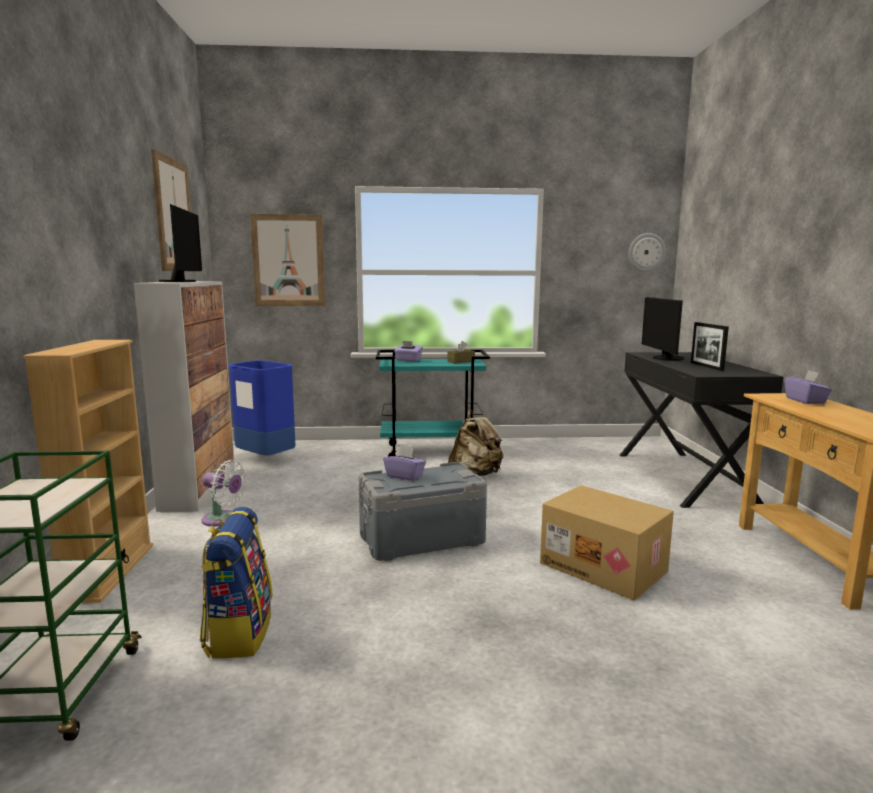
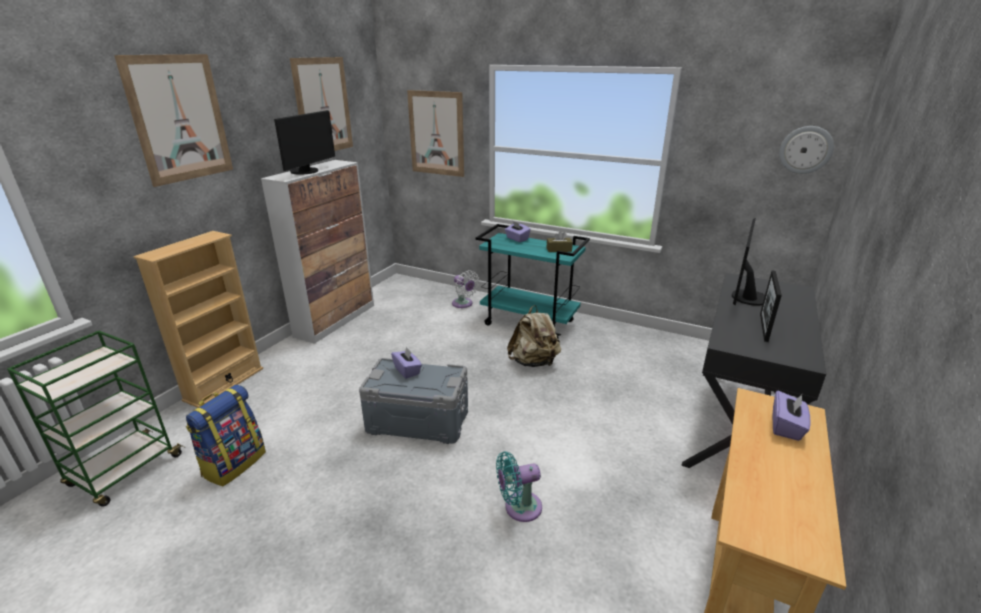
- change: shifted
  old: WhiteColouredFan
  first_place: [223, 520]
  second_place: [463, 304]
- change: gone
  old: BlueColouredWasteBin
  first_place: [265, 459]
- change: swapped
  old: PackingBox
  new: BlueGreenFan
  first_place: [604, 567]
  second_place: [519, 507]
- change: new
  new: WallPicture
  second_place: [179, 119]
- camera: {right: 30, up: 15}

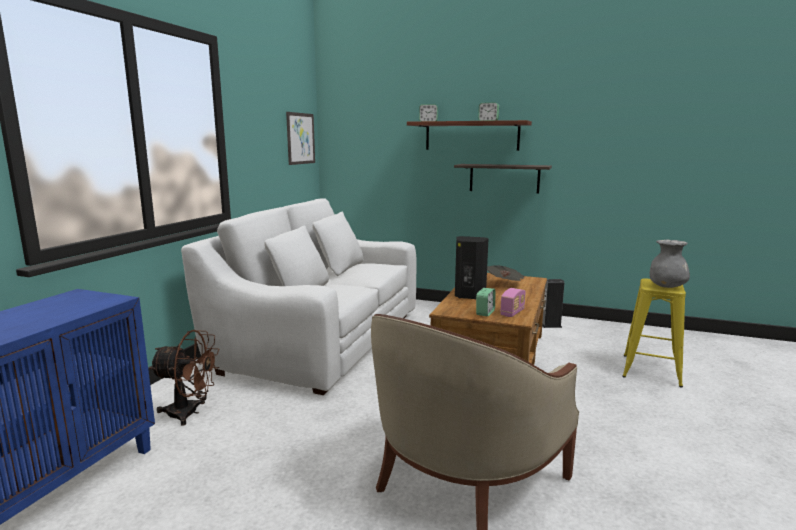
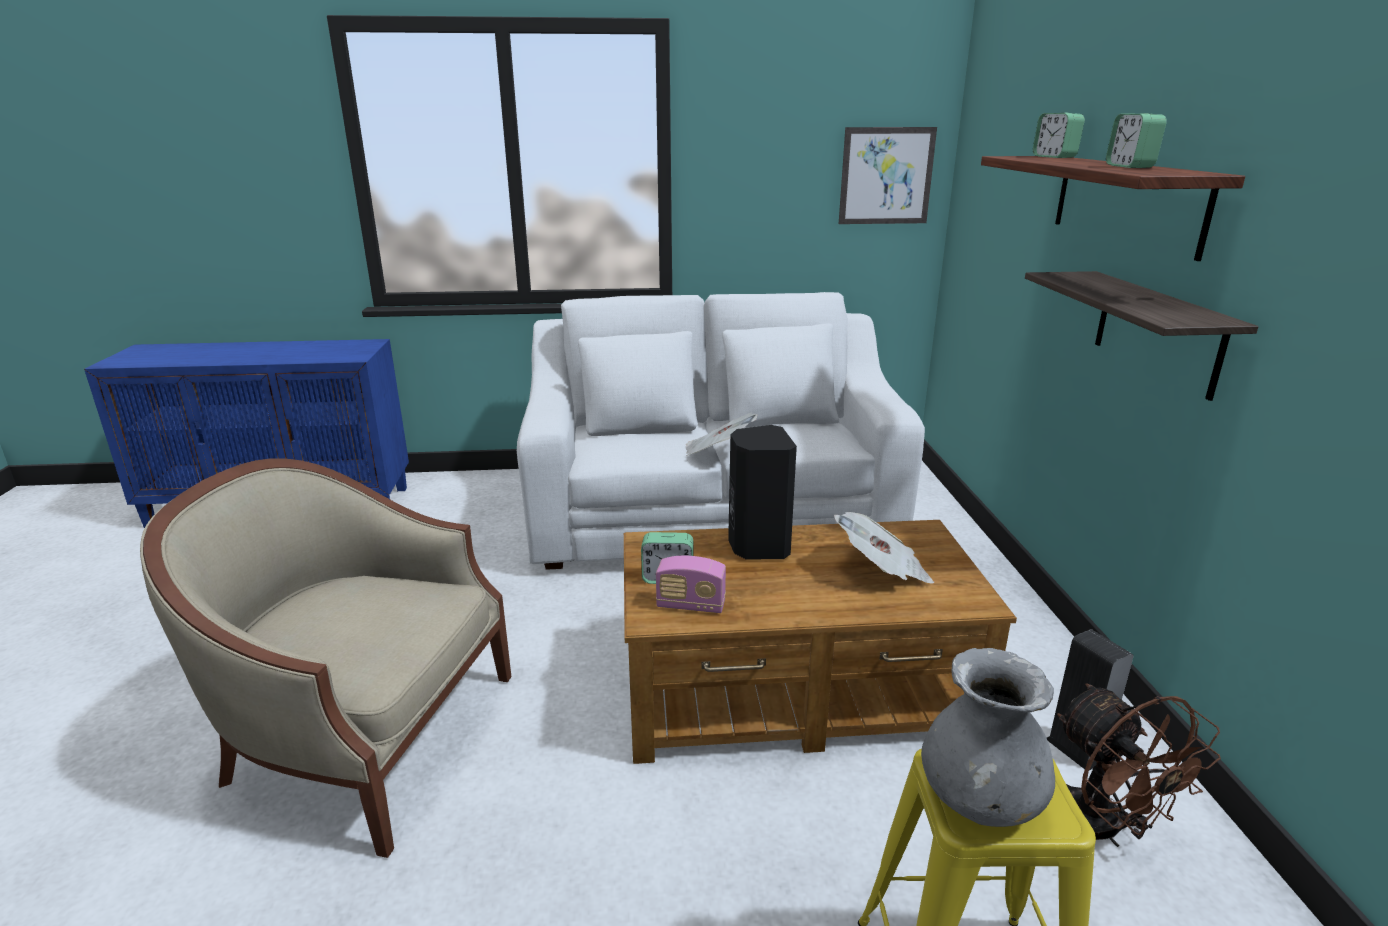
- change: shifted
  old: BrownColouredFan
  first_place: [190, 413]
  second_place: [1103, 833]
- change: new
  new: DailyPaper
  second_place: [717, 452]
- camera: {right: 65, up: 10}

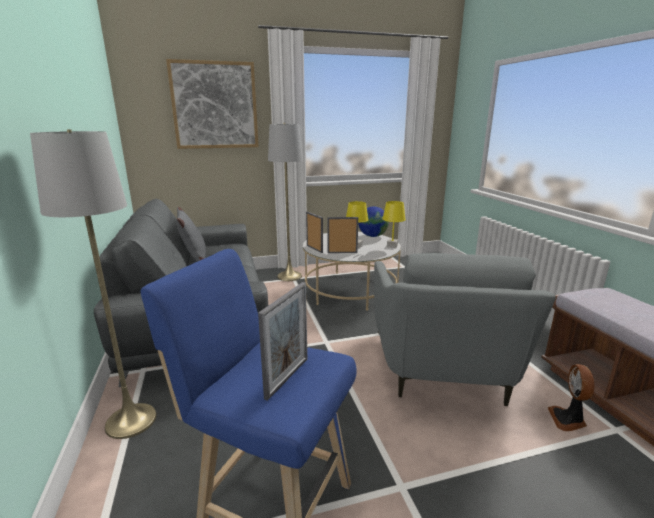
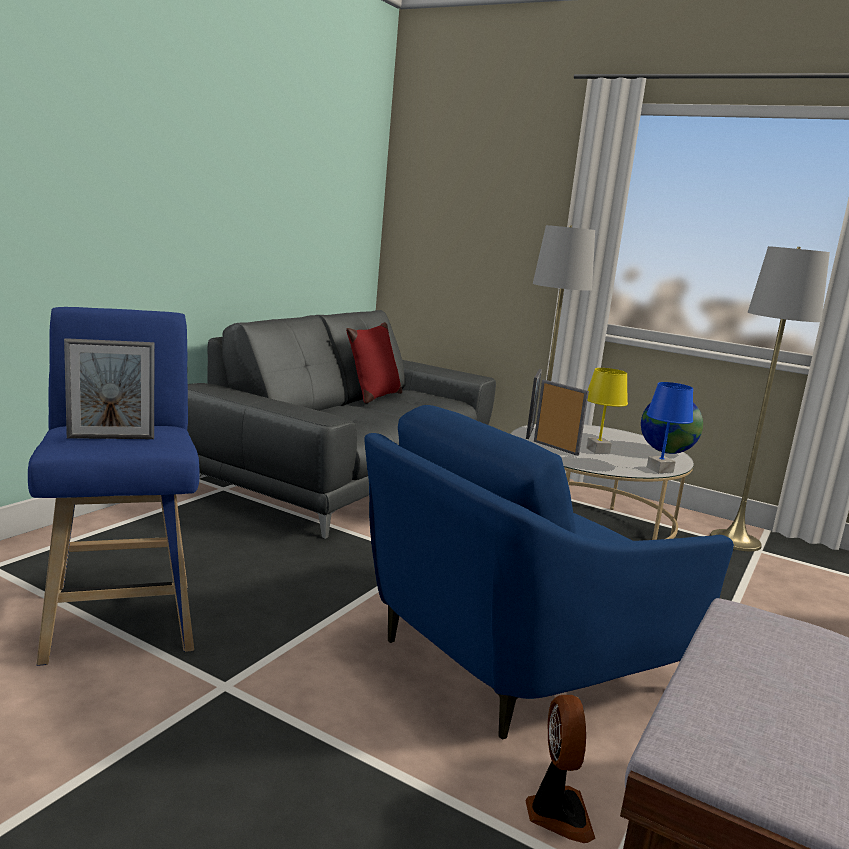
- change: shifted
  old: GrayStandingLamp
  first_place: [131, 420]
  second_place: [735, 541]
- change: gone
  old: WallPicture
  first_place: [215, 105]
- change: repainted
  old: GrayPillow
  new: ReddishPillow
  first_place: [194, 259]
  second_place: [373, 396]
- change: repainted
  old: GrayArmchair
  new: BlueColouredArmchair
  first_place: [443, 368]
  second_place: [512, 659]
- change: repainted
  old: YellowTableLamp
  new: BlueColouredTableLamp
  first_place: [392, 246]
  second_place: [660, 470]
- change: rotated
  old: Fan
  first_place: [568, 419]
  second_place: [557, 813]
  degrees: 120
- camera: {right: 45, up: -5}

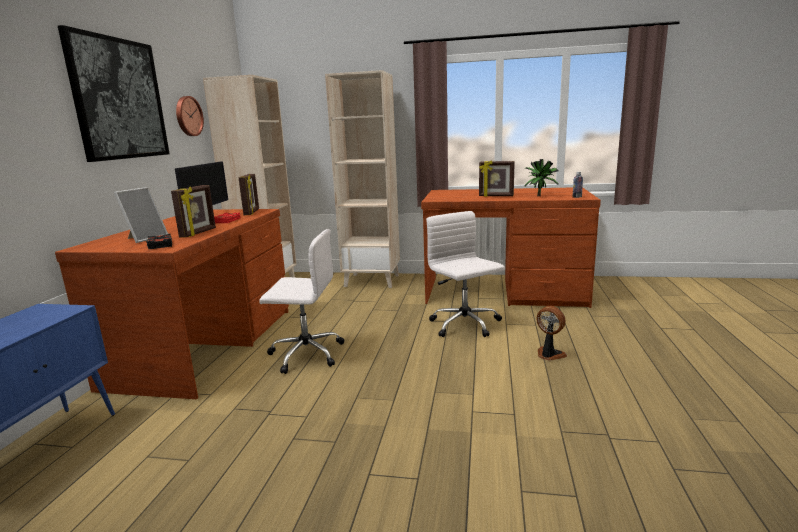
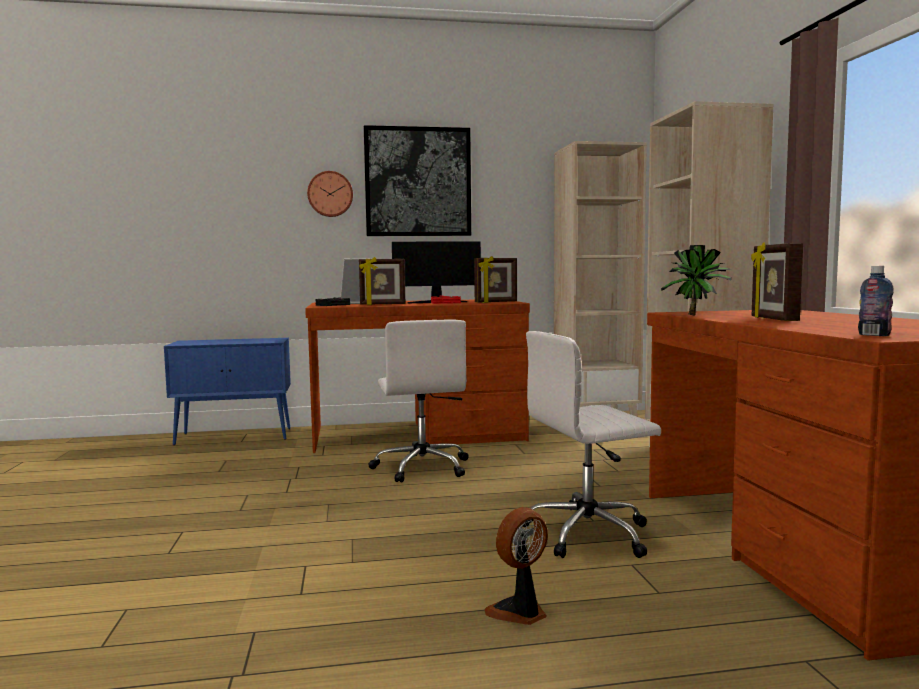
- change: shifted
  old: WallClock
  first_place: [188, 116]
  second_place: [330, 194]
- change: rotated
  old: WhiteColouredOfficeChair
  first_place: [465, 325]
  second_place: [589, 533]
  degrees: -150
- change: shifted
  old: PottedPlant
  first_place: [540, 196]
  second_place: [697, 315]
- change: rotated
  old: Fan
  first_place: [549, 355]
  second_place: [520, 612]
  degrees: -150
- camera: {right: 70, up: -10}

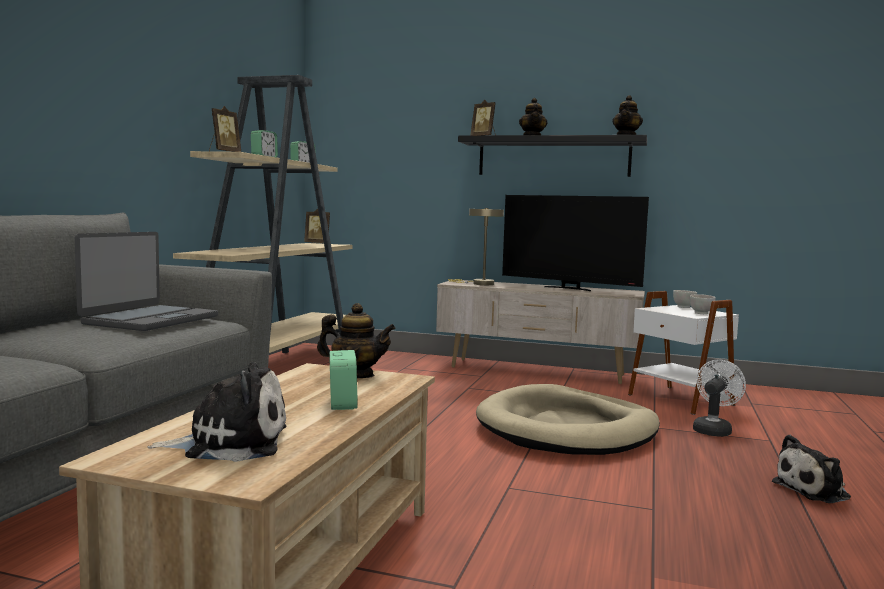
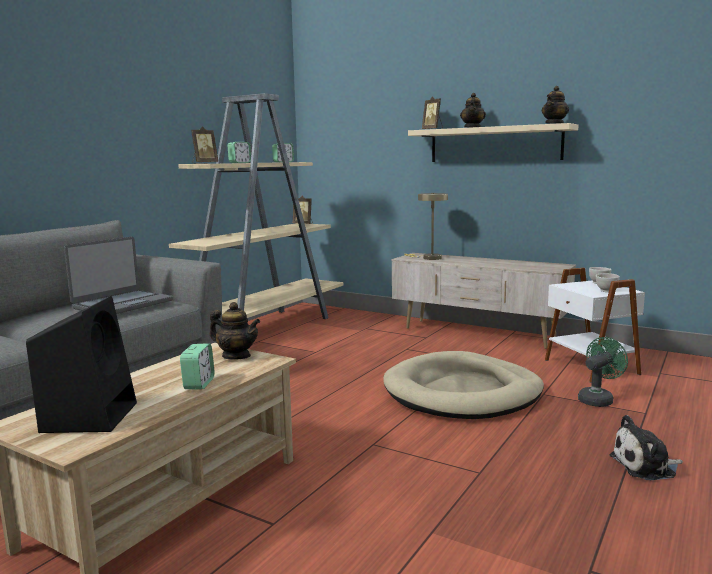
- change: swapped
  old: SoftToy
  new: BlackColouredSpeaker
  first_place: [230, 443]
  second_place: [90, 416]
- change: repainted
  old: BlackColouredWallShelf
  new: SandColouredWallShelf
  first_place: [553, 157]
  second_place: [494, 144]
- change: gone
  old: TvSet
  first_place: [569, 288]
- change: repainted
  old: WhiteColouredFan
  new: GreenishFan
  first_place: [713, 429]
  second_place: [598, 399]
- camera: {right: 15, up: 5}

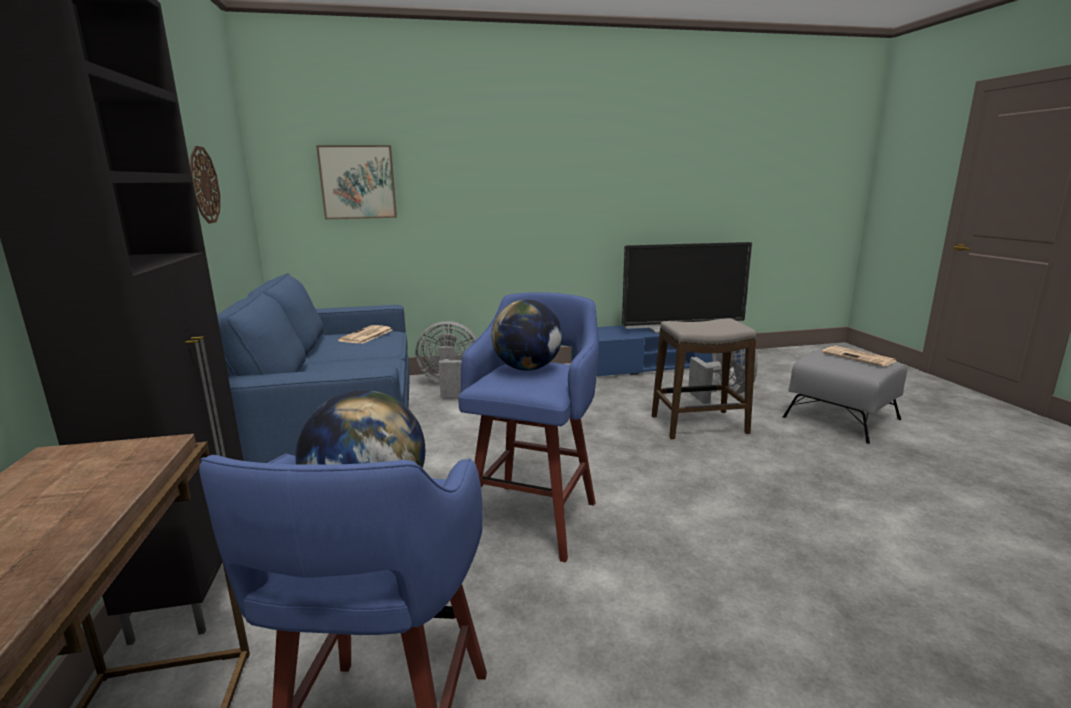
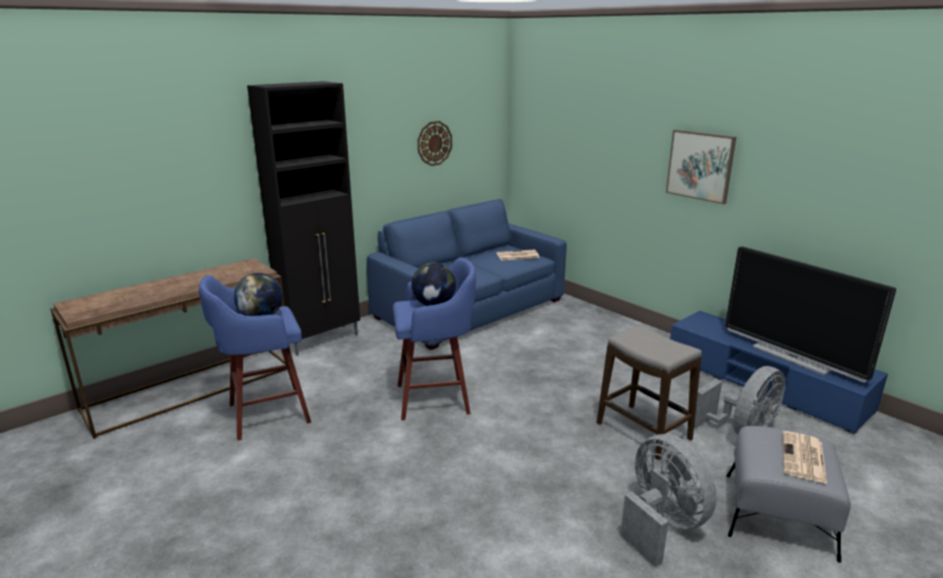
- change: shifted
  old: WallPicture
  first_place: [358, 182]
  second_place: [700, 165]
- change: shifted
  old: GrayFan
  first_place: [451, 386]
  second_place: [661, 524]
- camera: {right: 60, up: 5}

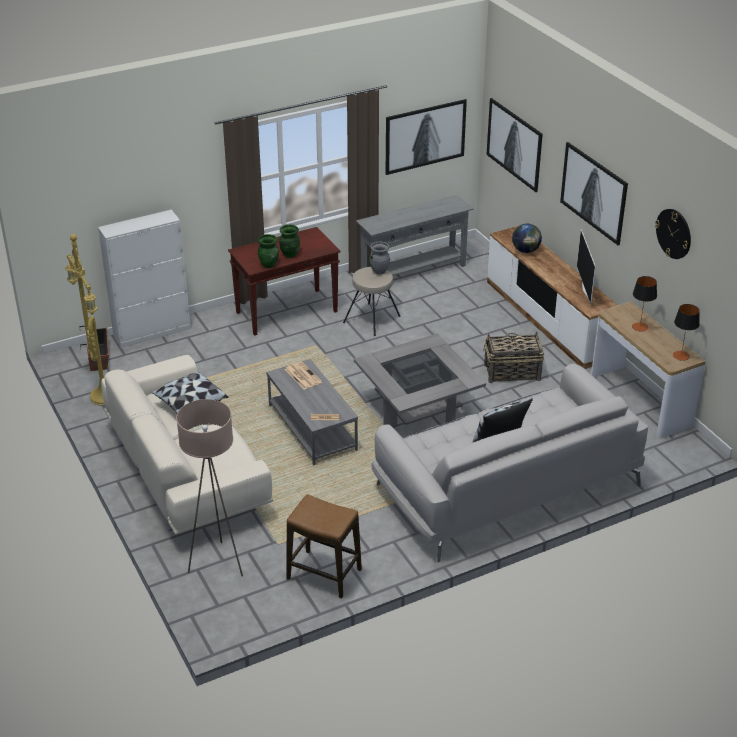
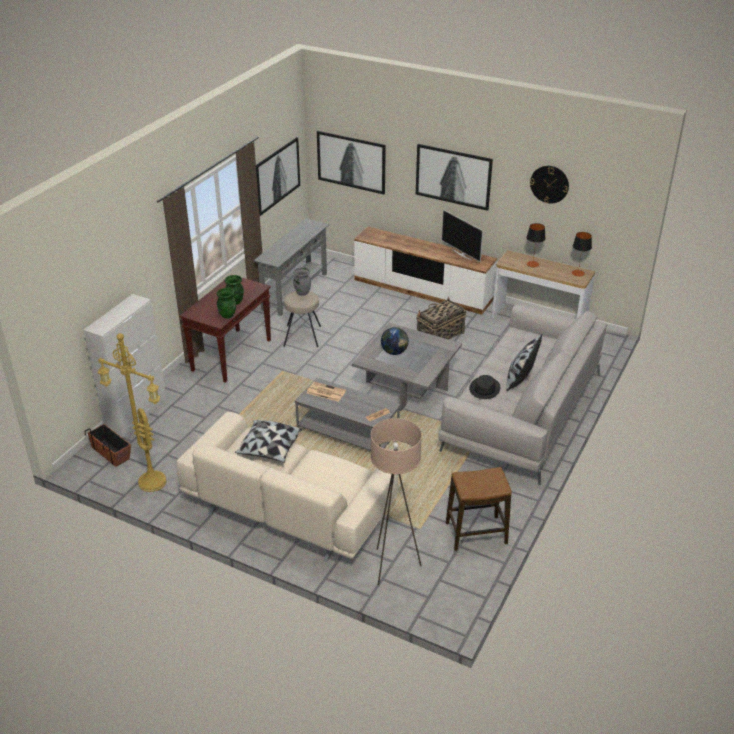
- change: shifted
  old: DeskGlobe
  first_place: [526, 250]
  second_place: [394, 352]
- change: new
  new: BlackColouredClothingHat
  second_place: [484, 389]
- camera: {right: -35, up: 0}

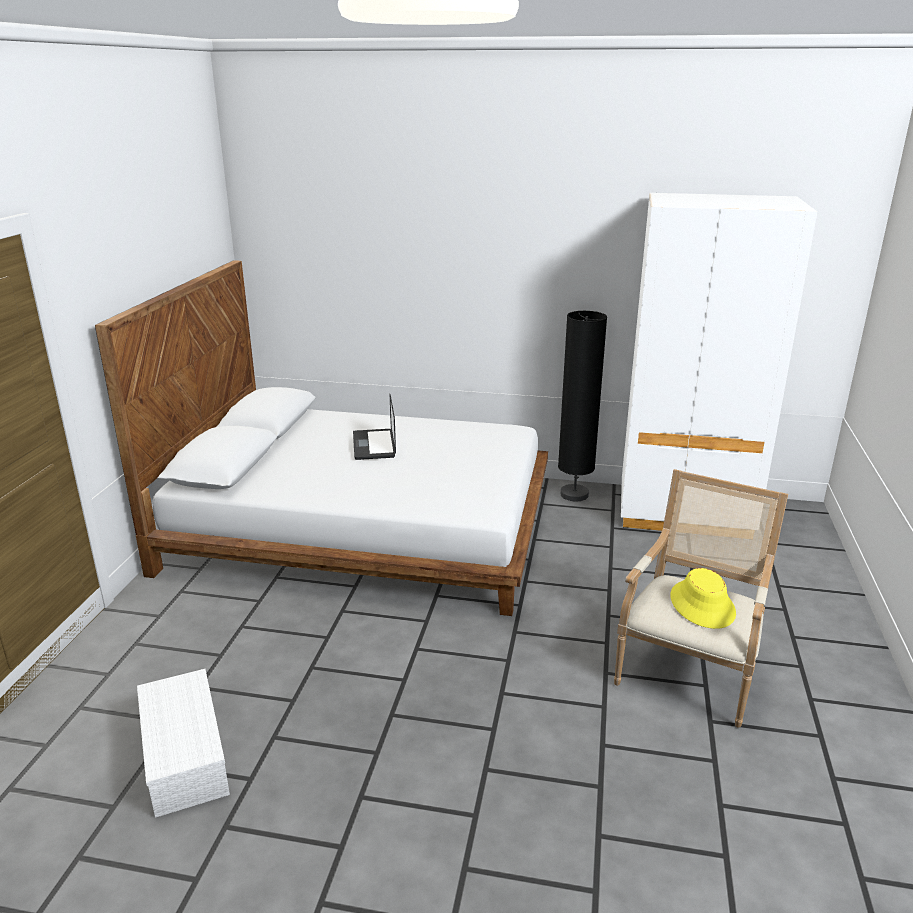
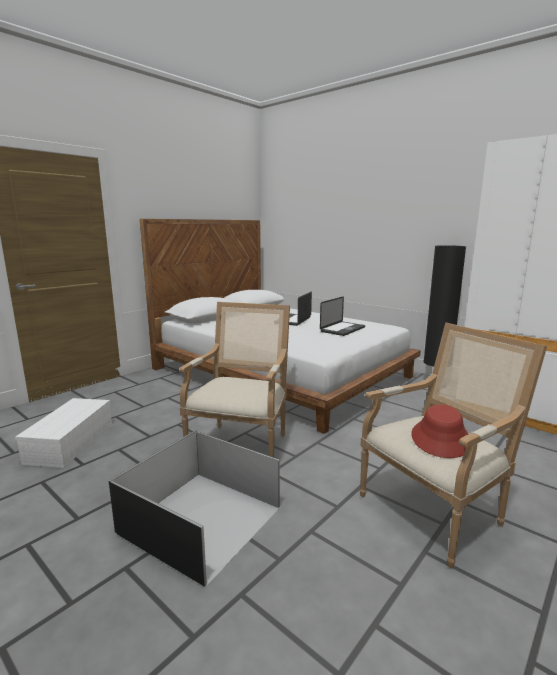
- change: repainted
  old: YellowClothingHat
  new: ReddishClothingHat
  first_place: [702, 605]
  second_place: [441, 439]
- change: new
  new: BlackColouredStorageBin
  second_place: [199, 521]
- change: new
  new: Armchair
  second_place: [242, 444]
- change: new
  new: PortableComputer
  second_place: [342, 329]
- camera: {right: 30, up: -10}

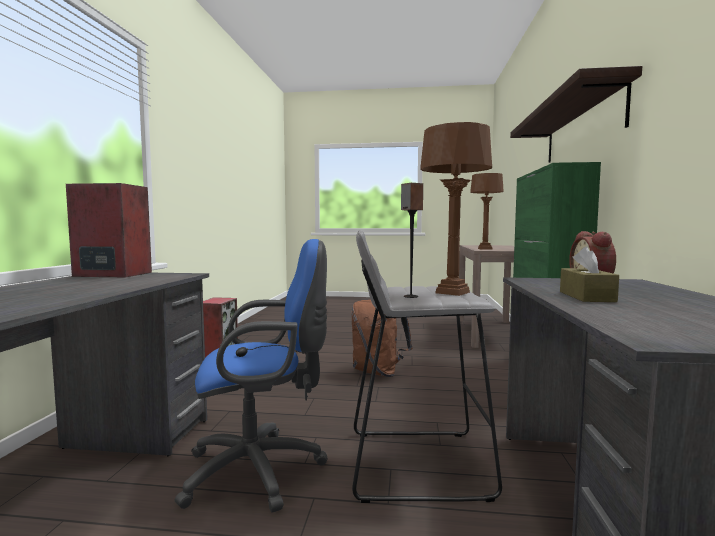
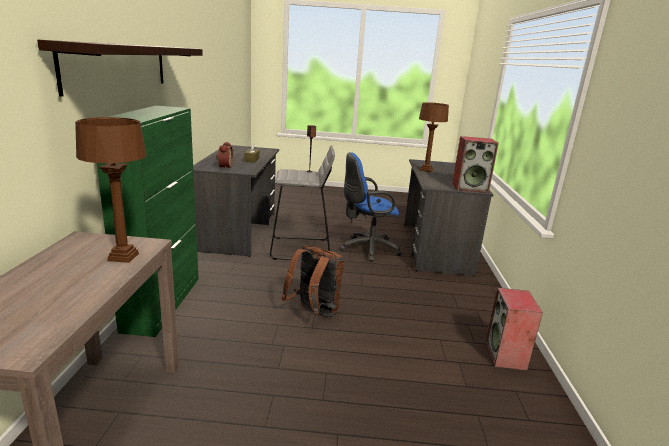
- change: shifted
  old: BrownColouredTableLamp
  first_place: [453, 292]
  second_place: [426, 170]
- camera: {right: 175, up: 15}

